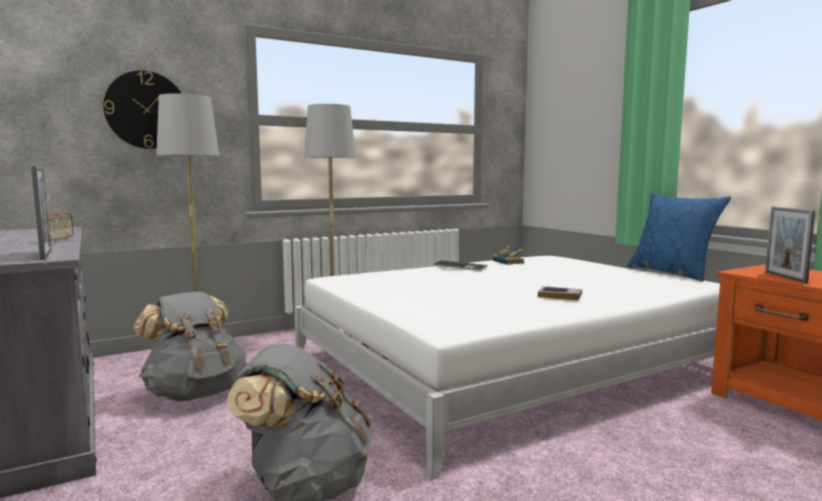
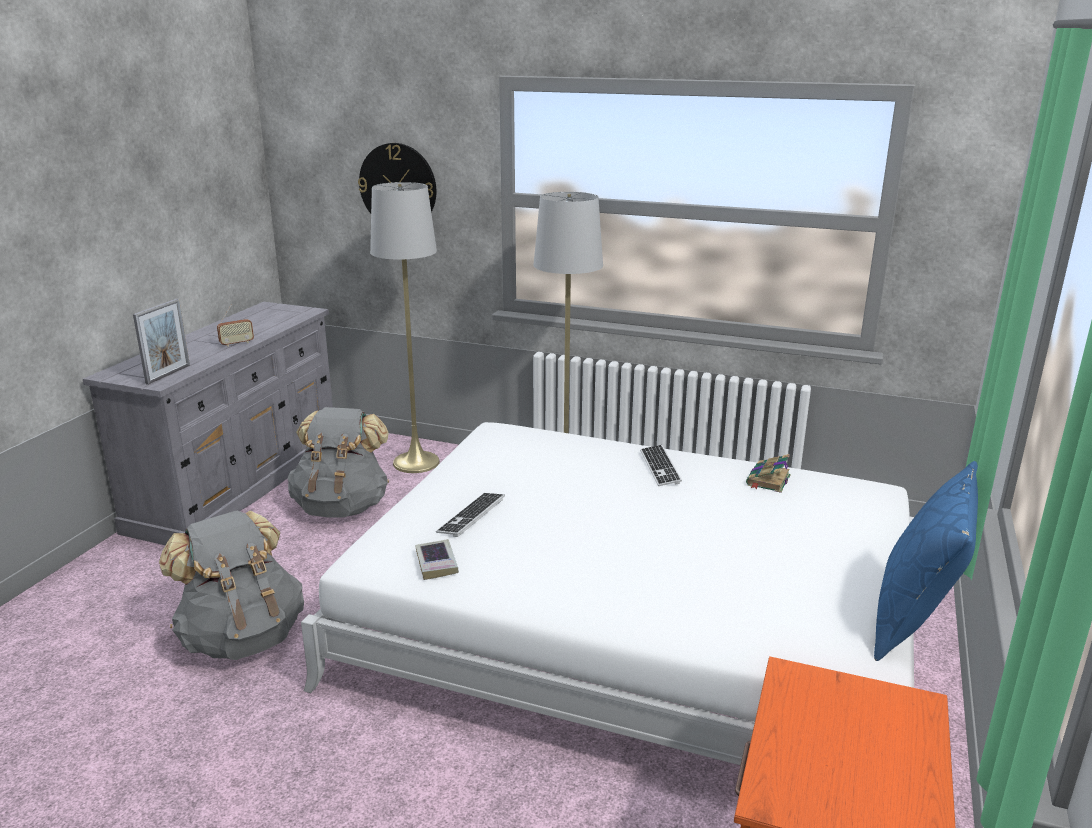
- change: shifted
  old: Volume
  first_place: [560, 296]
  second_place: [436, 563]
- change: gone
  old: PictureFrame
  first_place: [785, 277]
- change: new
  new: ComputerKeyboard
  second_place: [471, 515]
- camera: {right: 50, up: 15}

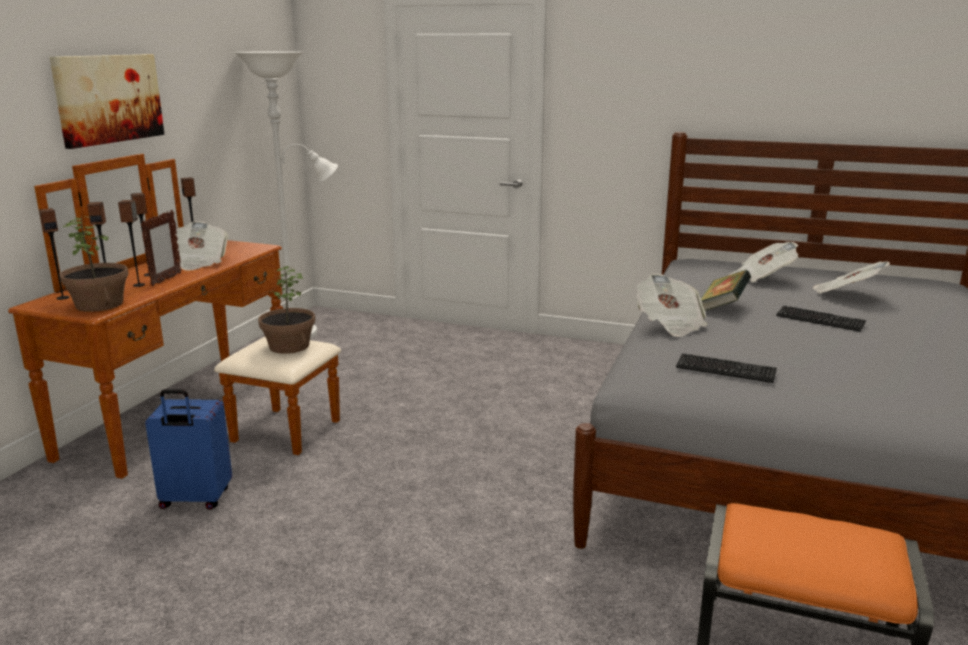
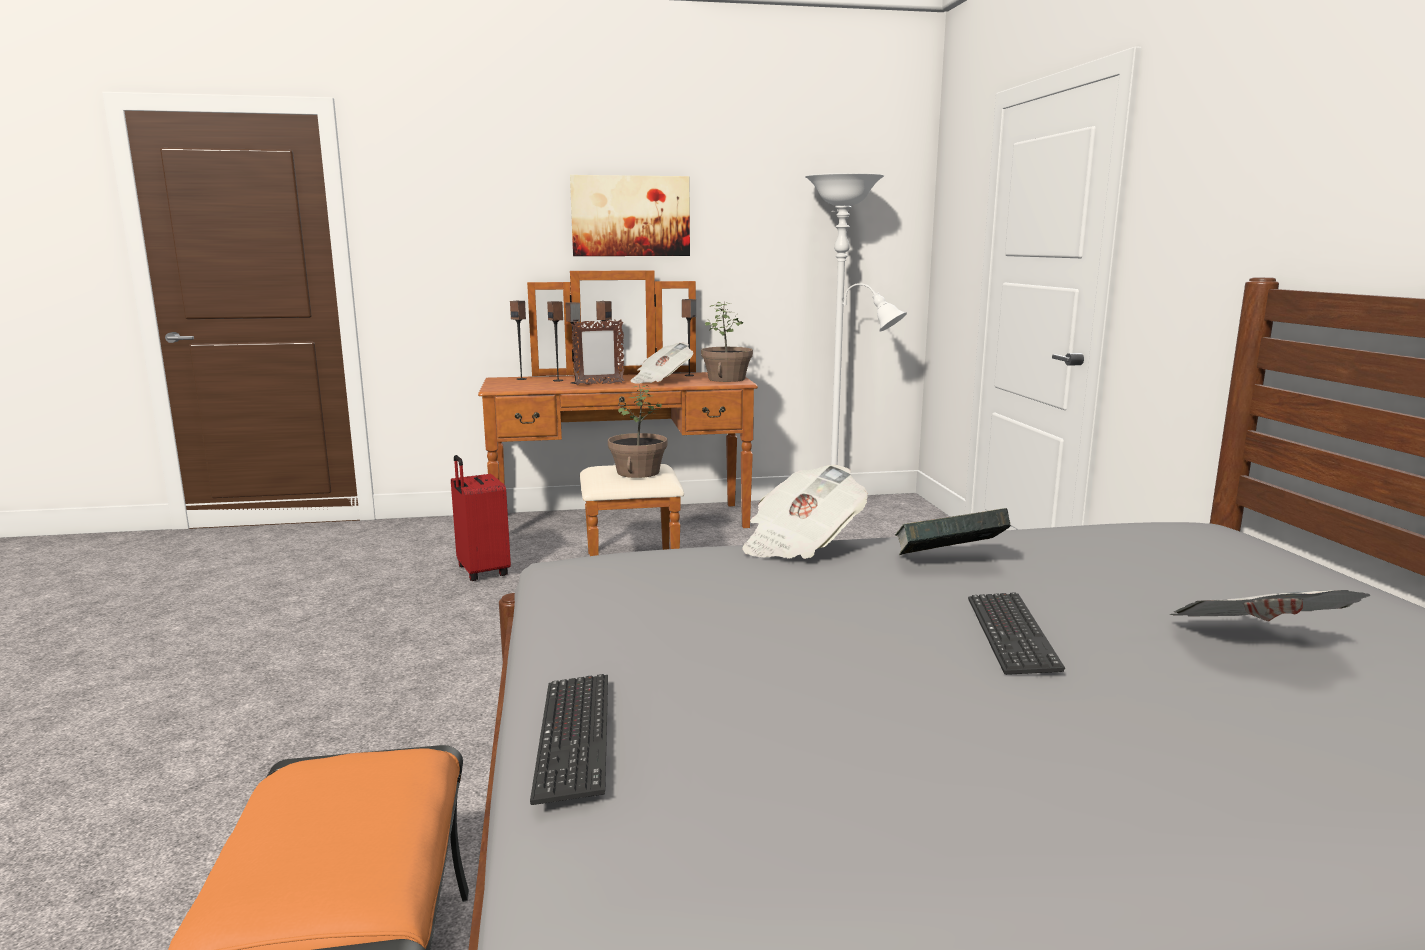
- change: shifted
  old: PottedPlant
  first_place: [100, 304]
  second_place: [727, 379]
- change: repainted
  old: BlueColouredPieceOfLuggage
  new: ReddishPieceOfLuggage
  first_place: [195, 500]
  second_place: [481, 572]
- change: shifted
  old: ComputerKeyboard
  first_place: [725, 370]
  second_place: [574, 738]
- change: gone
  old: DailyPaper
  first_place: [761, 278]
- camera: {right: 60, up: -5}

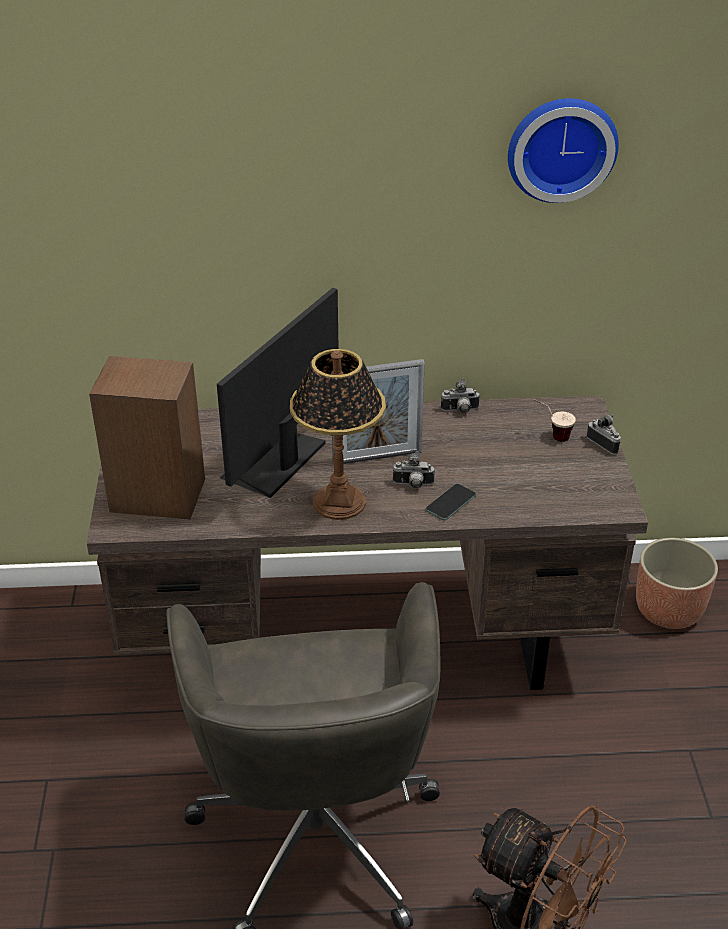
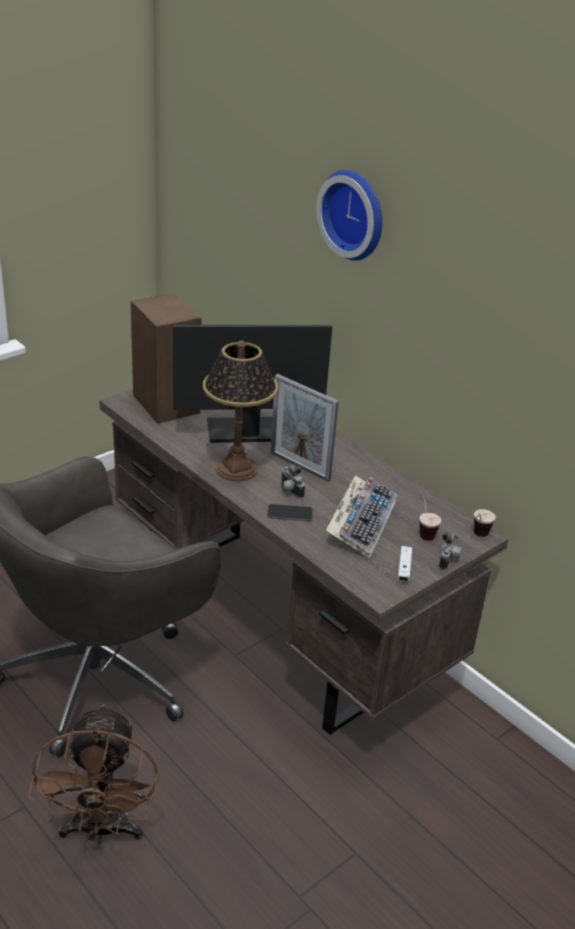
- change: gone
  old: PhotoCamera
  first_place: [460, 411]
- change: shifted
  old: WallClock
  first_place: [561, 147]
  second_place: [355, 214]
- change: gone
  old: FlowerPot
  first_place: [669, 610]
- change: new
  new: ComputerKeyboard
  second_place: [361, 522]
- change: new
  new: WhiteColouredJoypad
  second_place: [404, 568]
- change: new
  new: DrinkingCup
  second_place: [477, 537]
- camera: {right: 50, up: -5}

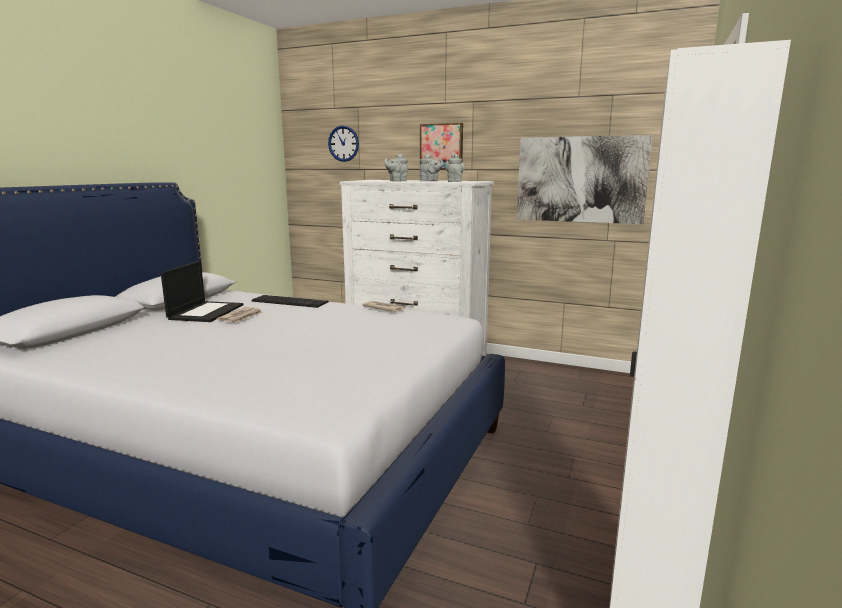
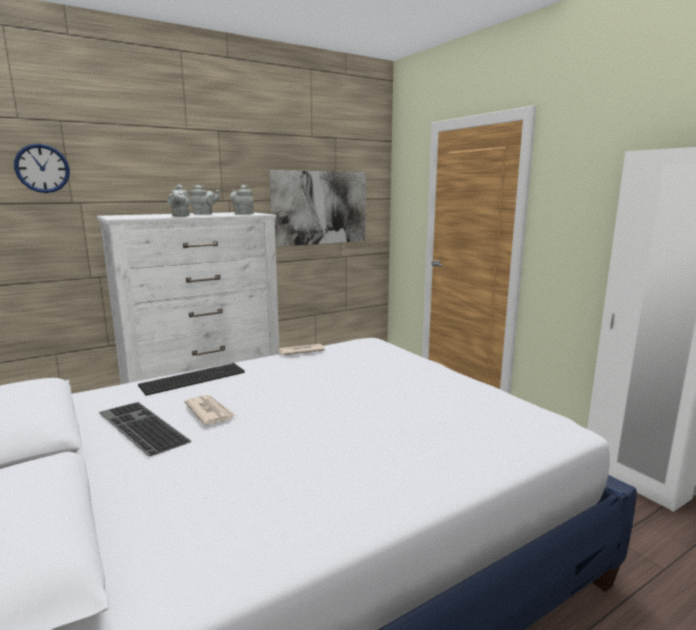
- change: swapped
  old: PortableComputer
  new: ComputerKeyboard
  first_place: [206, 312]
  second_place: [139, 427]
- change: gone
  old: WallPicture
  first_place: [442, 146]
- camera: {right: -55, up: 0}

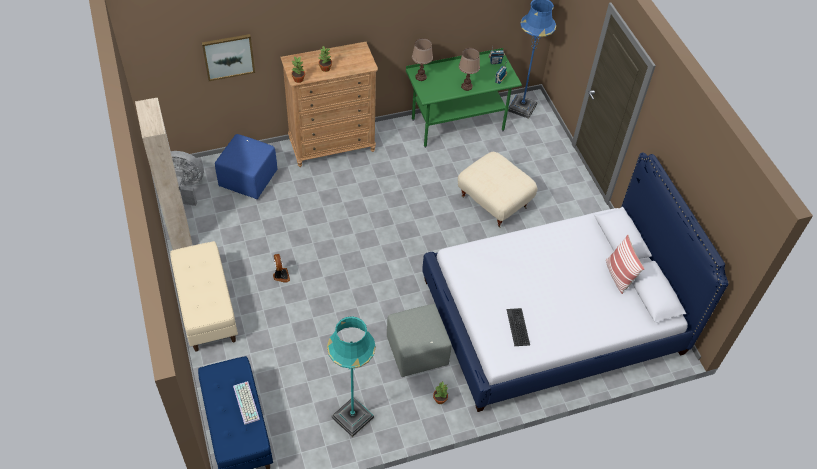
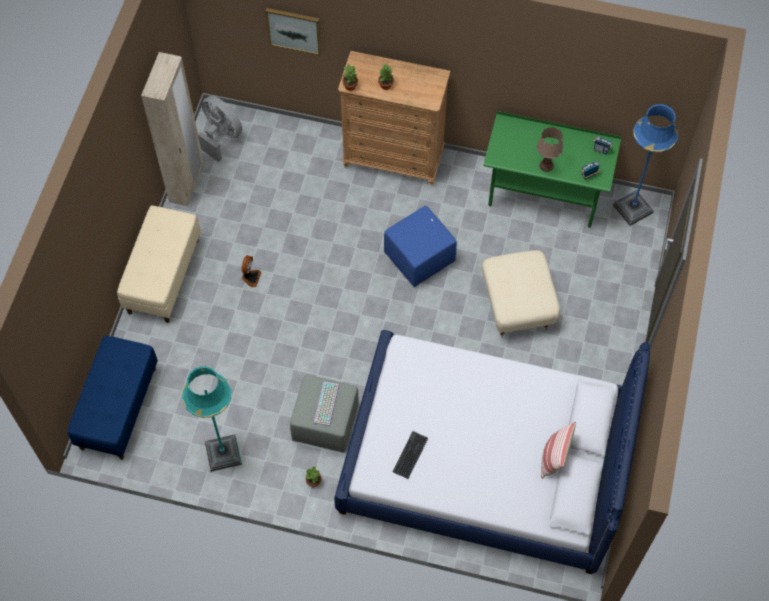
- change: shifted
  old: BlueColouredPouffe
  first_place: [248, 178]
  second_place: [419, 257]
- change: shifted
  old: ComputerKeyboard
  first_place: [247, 403]
  second_place: [327, 404]
- change: gone
  old: BrownColouredTableLamp
  first_place: [420, 77]
- camera: {right: 35, up: 10}

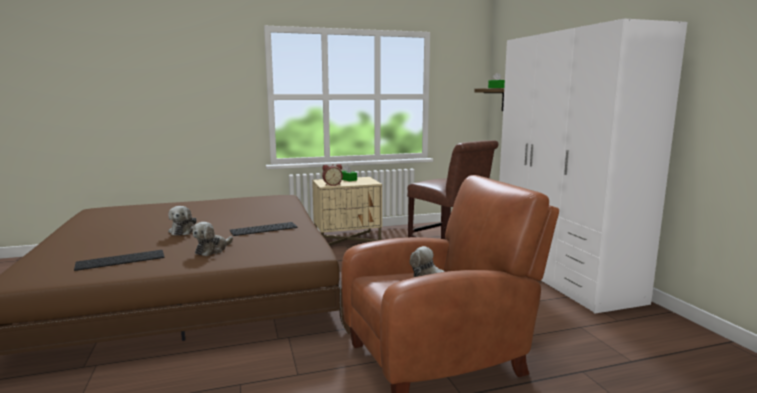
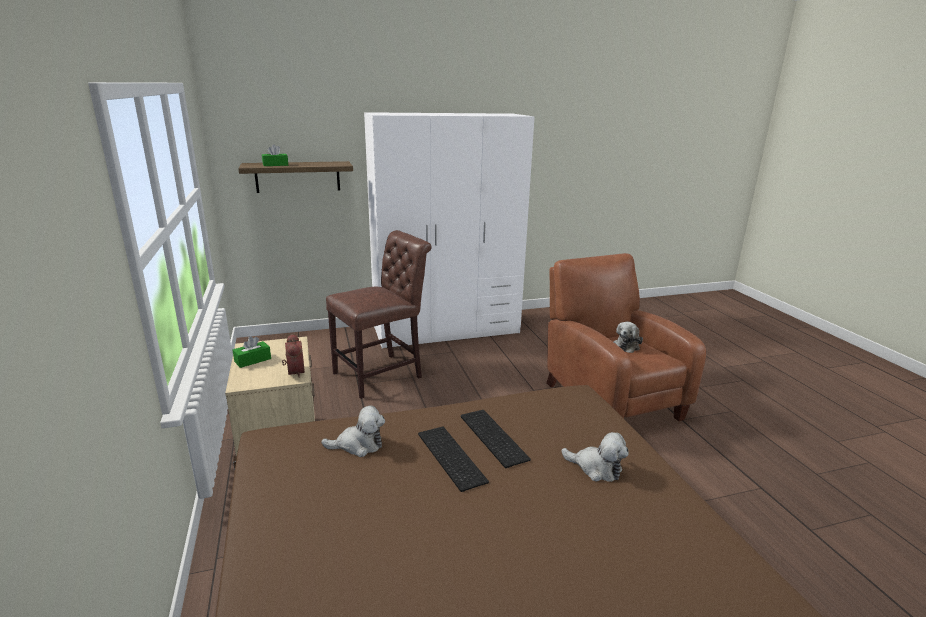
- change: shifted
  old: ComputerKeyboard
  first_place: [121, 259]
  second_place: [449, 457]
- change: shifted
  old: SoftToy
  first_place: [183, 231]
  second_place: [358, 445]
- camera: {right: -90, up: 10}

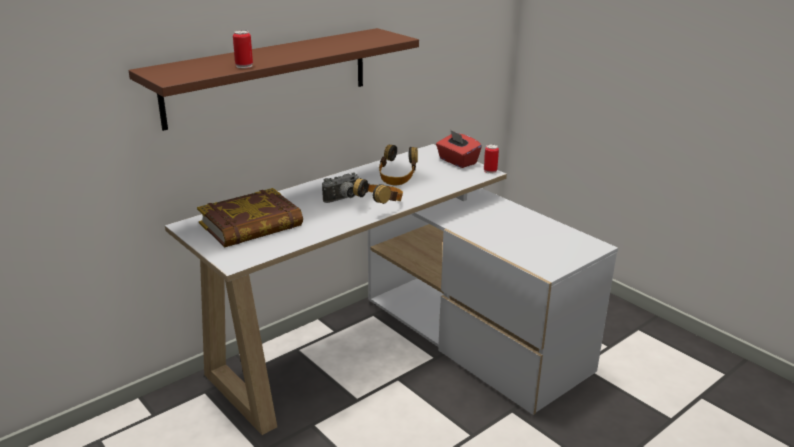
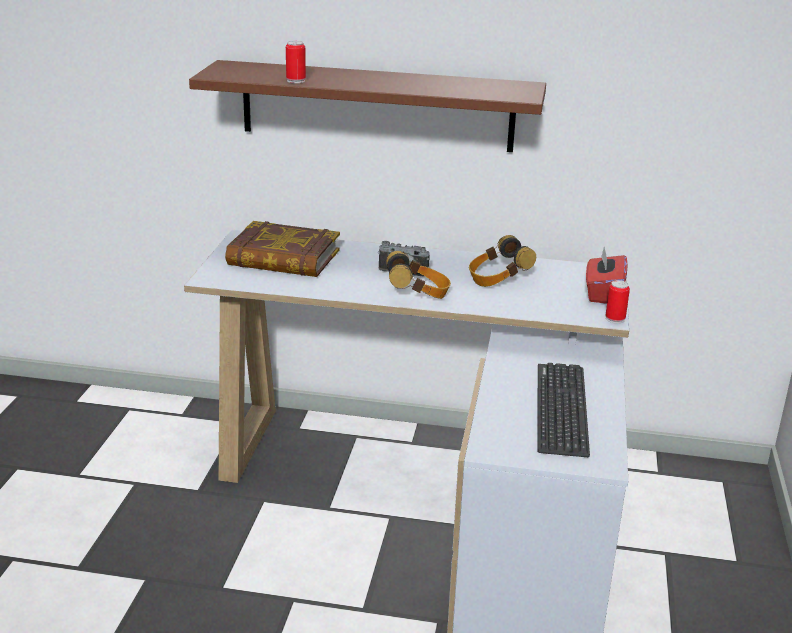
- change: new
  new: ComputerKeyboard
  second_place: [561, 409]
- camera: {right: 50, up: 0}

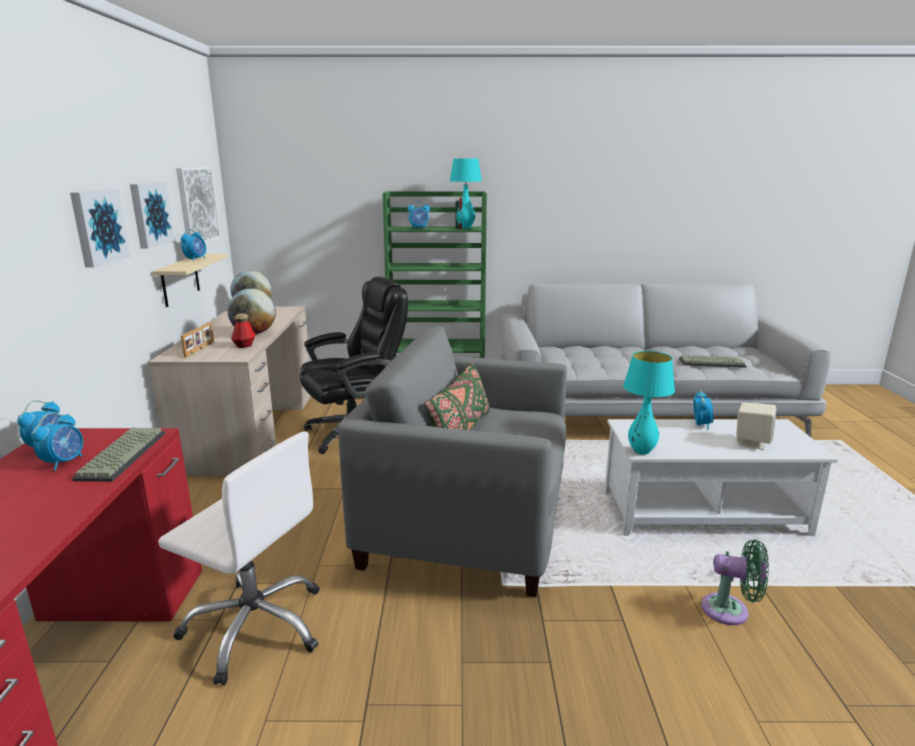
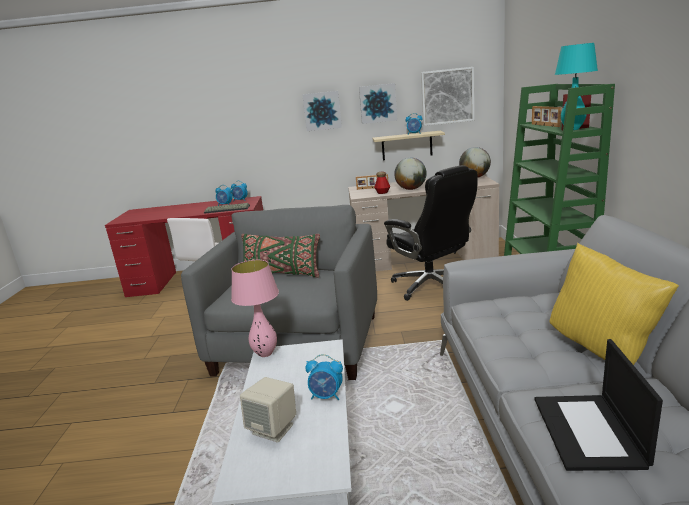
- change: swapped
  old: AlarmClock
  new: PictureFrame
  first_place: [419, 228]
  second_place: [544, 125]
- change: repainted
  old: BlueGreenTableLamp
  new: PinkColouredTableLamp
  first_place: [641, 451]
  second_place: [265, 354]
- change: swapped
  old: ComputerKeyboard
  new: PortableComputer
  first_place: [712, 362]
  second_place: [589, 432]
- change: gone
  old: GreenishFan
  first_place: [730, 610]
- change: new
  new: YellowPillow
  second_place: [602, 349]
- camera: {right: 90, up: 0}

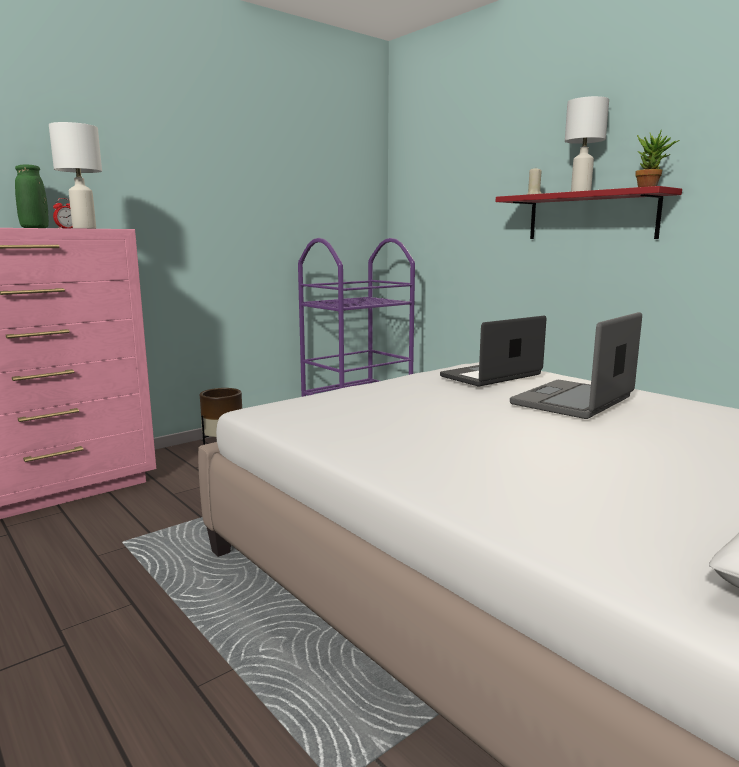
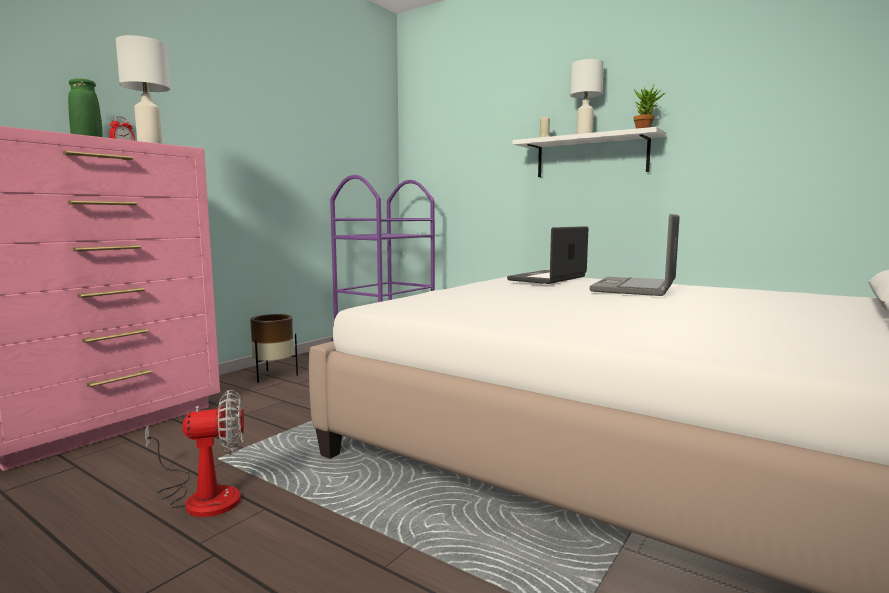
- change: repainted
  old: ReddishWallShelf
  new: WhiteColouredWallShelf
  first_place: [591, 216]
  second_place: [591, 156]
- change: new
  new: Fan
  second_place: [202, 496]
- camera: {right: -15, up: -5}

